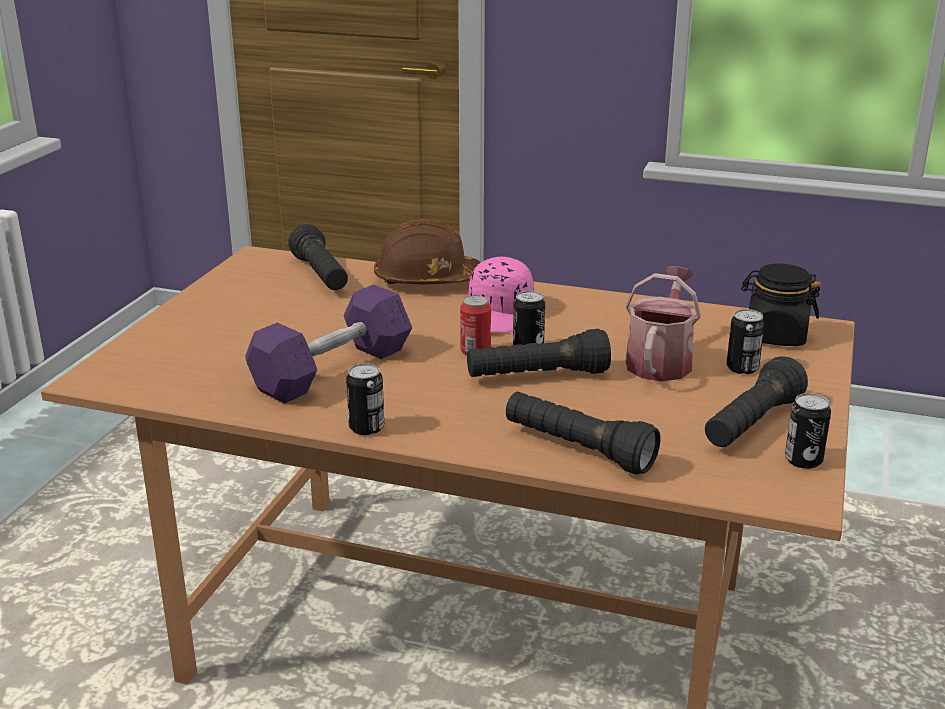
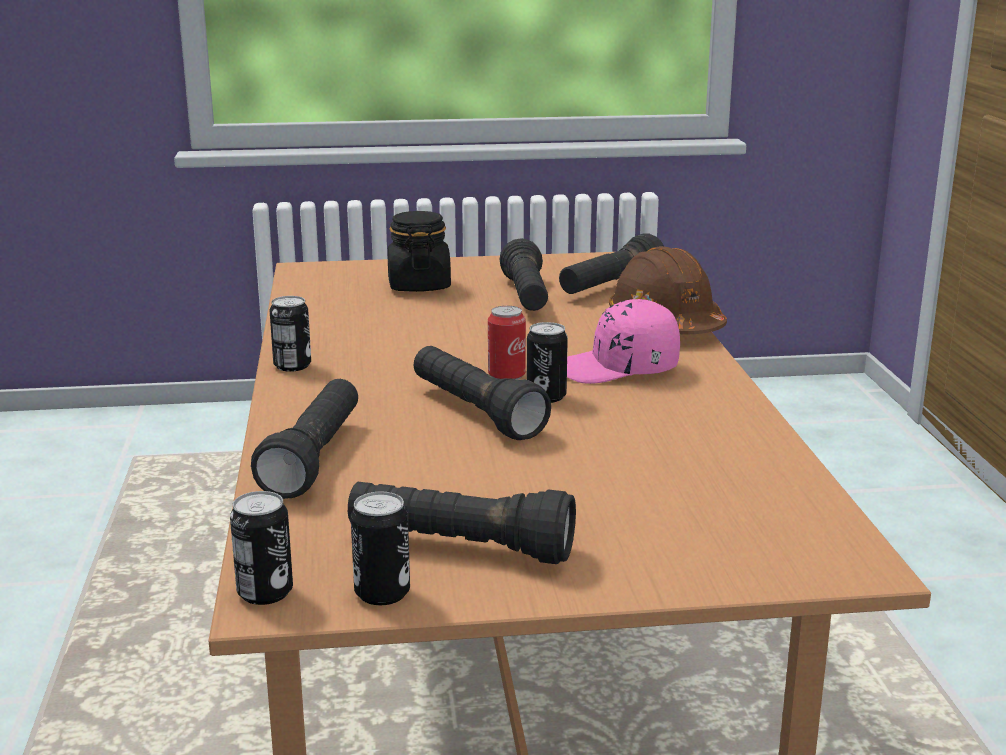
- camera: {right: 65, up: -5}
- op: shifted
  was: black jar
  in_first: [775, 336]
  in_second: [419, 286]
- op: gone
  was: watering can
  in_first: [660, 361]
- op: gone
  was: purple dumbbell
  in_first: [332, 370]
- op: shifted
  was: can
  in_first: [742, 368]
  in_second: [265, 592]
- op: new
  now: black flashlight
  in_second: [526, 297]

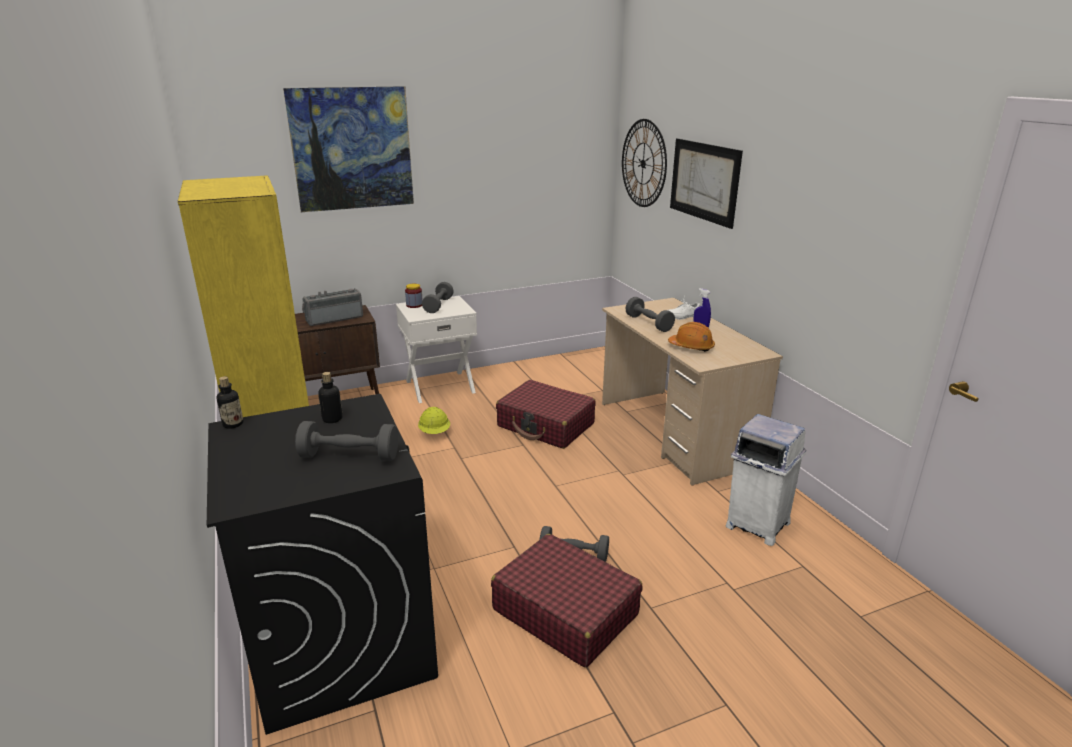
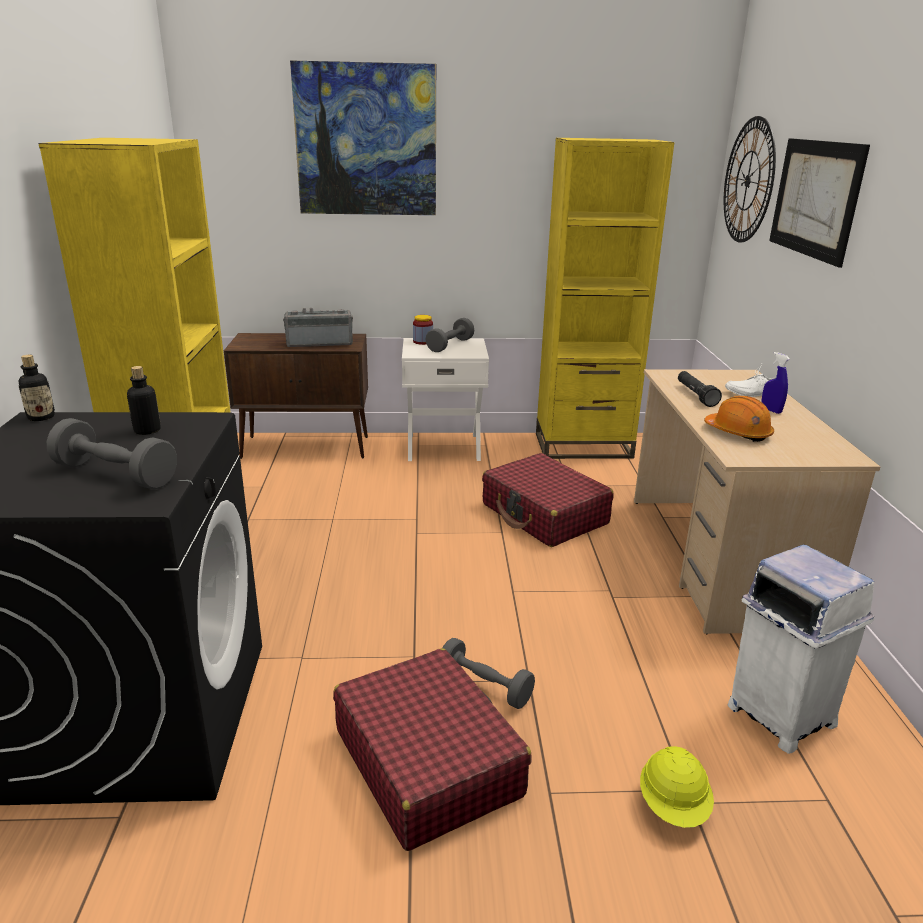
- camera: {right: 20, up: 0}
- op: swapped
  was: grey dumbbell
  now: black flashlight
  in_first: [648, 323]
  in_second: [695, 395]
- op: shifted
  was: yellow hard hat
  in_first: [435, 433]
  in_second: [673, 806]
- op: new
  now: yellow bookcase
  in_second: [583, 446]

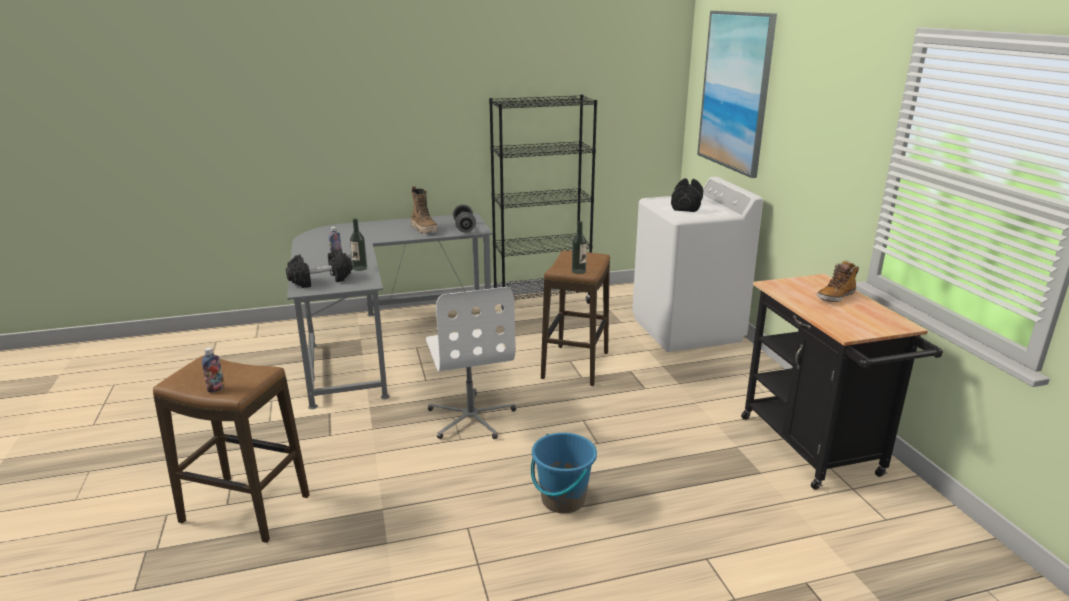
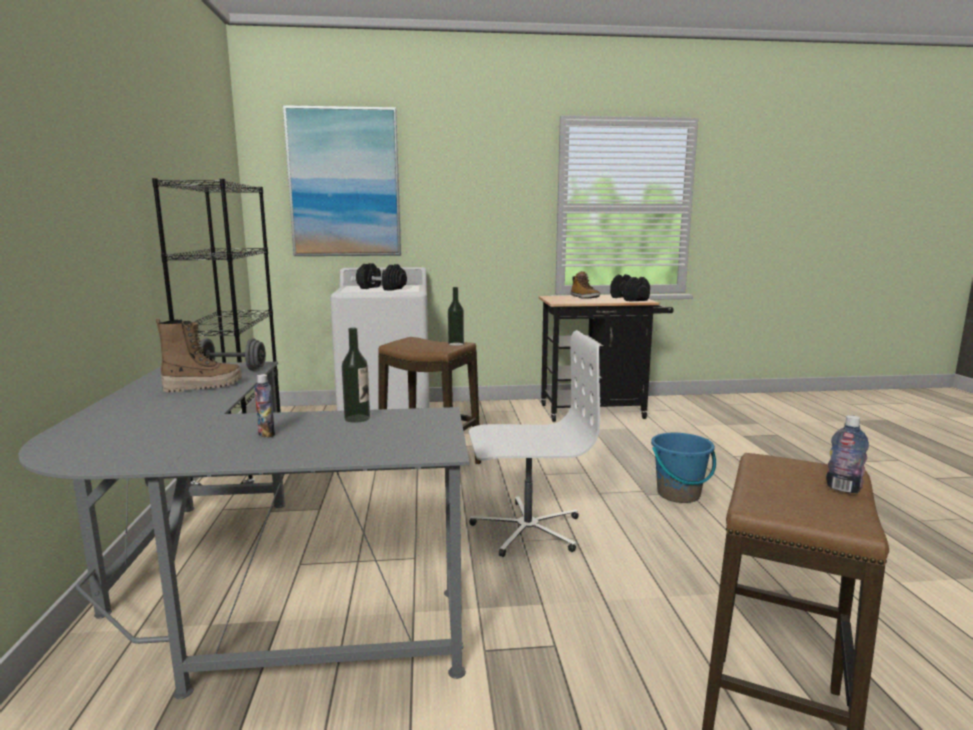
- camera: {right: -80, up: -10}
- op: shifted
  was: black dumbbell
  in_first: [321, 280]
  in_second: [628, 299]

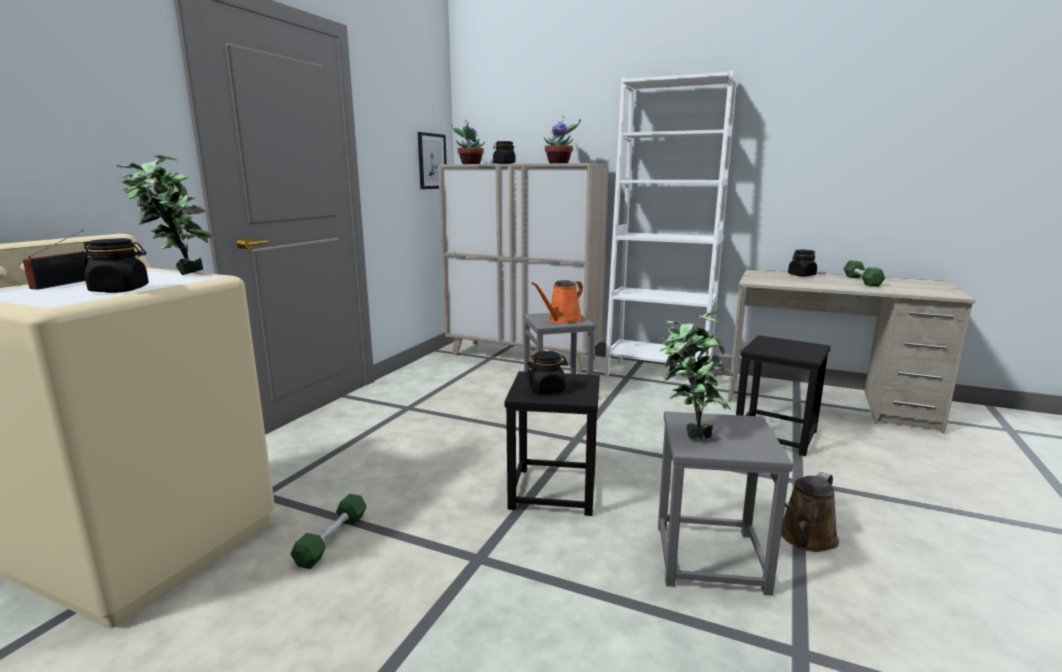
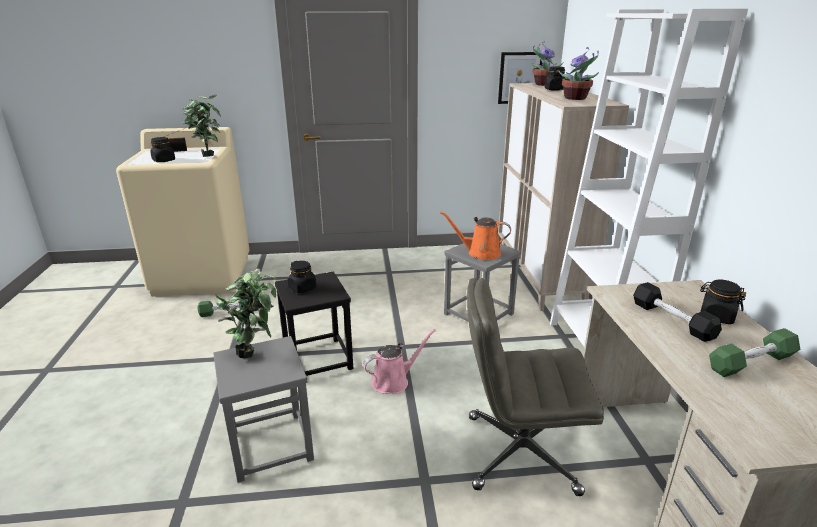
- camera: {right: 60, up: 10}
- op: swapped
  was: black stool
  now: grey office chair
  in_first: [775, 435]
  in_second: [519, 453]
- op: gone
  was: brown watering can
  in_first: [805, 538]
- op: new
  now: black dumbbell
  in_second: [672, 320]
- op: new
  now: pink watering can
  in_second: [393, 381]

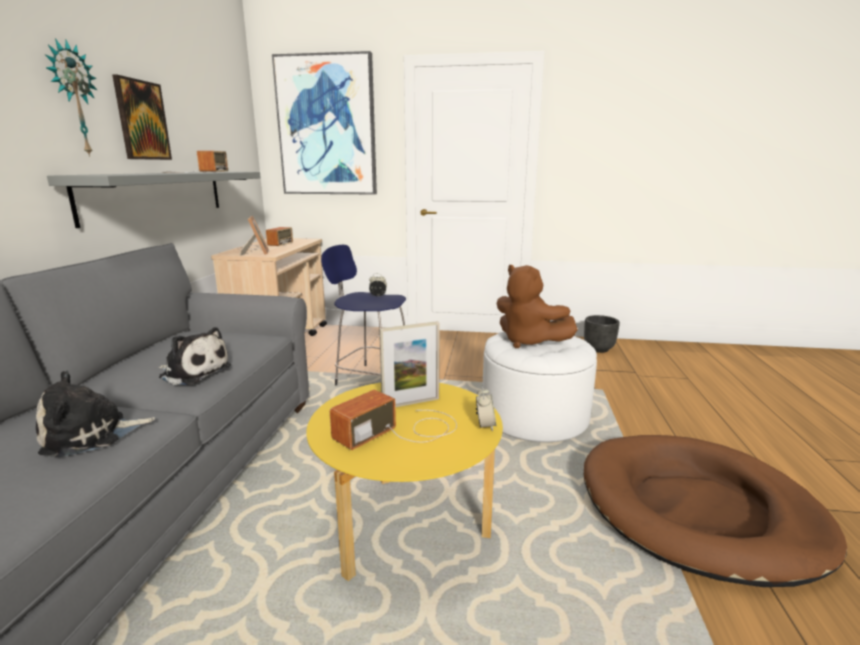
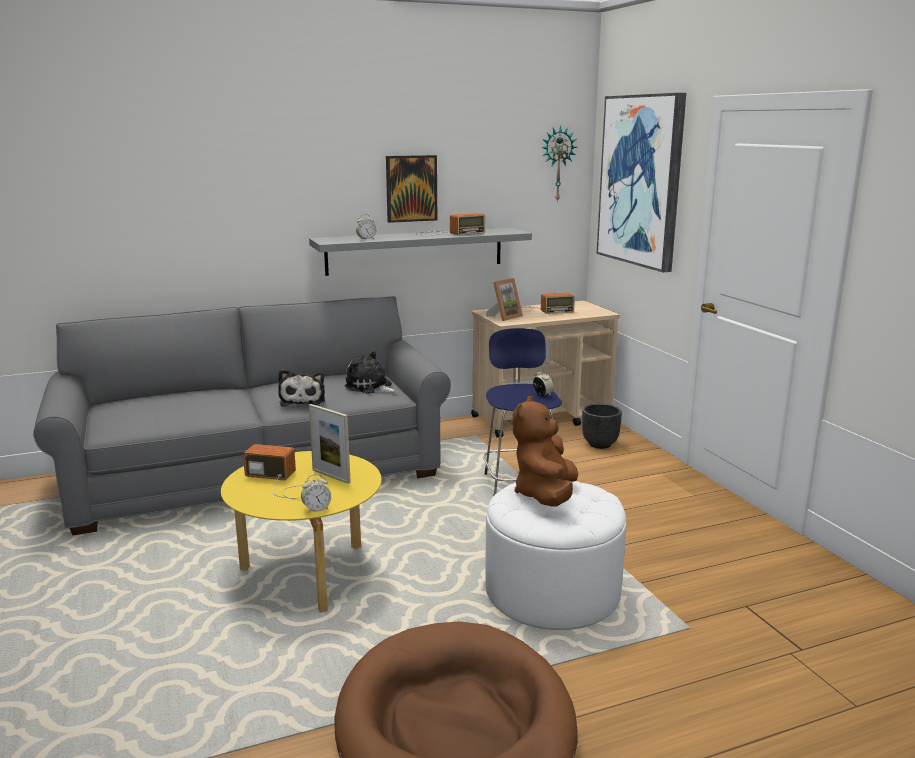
- camera: {right: 60, up: 0}
- op: shifted
  was: wall clock
  in_first: [73, 99]
  in_second: [557, 164]
- op: shifted
  was: black planter
  in_first: [598, 349]
  in_second: [600, 444]
- op: shifted
  was: plush toy
  in_first: [91, 435]
  in_second: [370, 387]
- op: new
  now: alarm clock
  in_second: [366, 239]

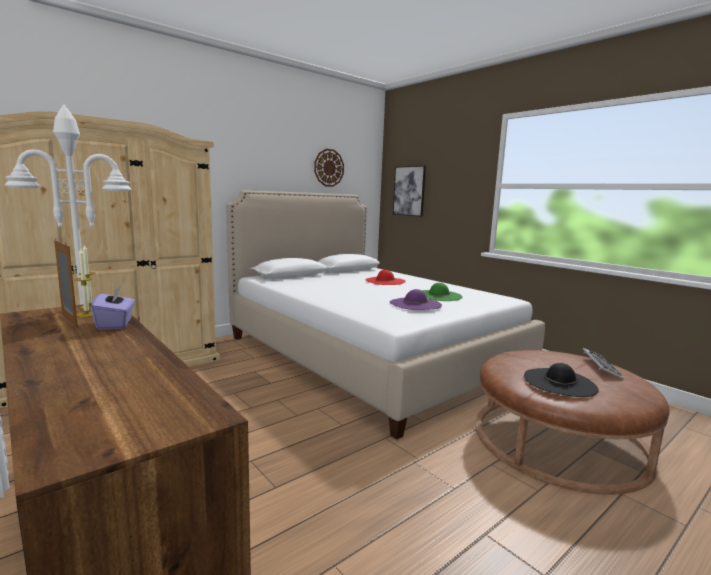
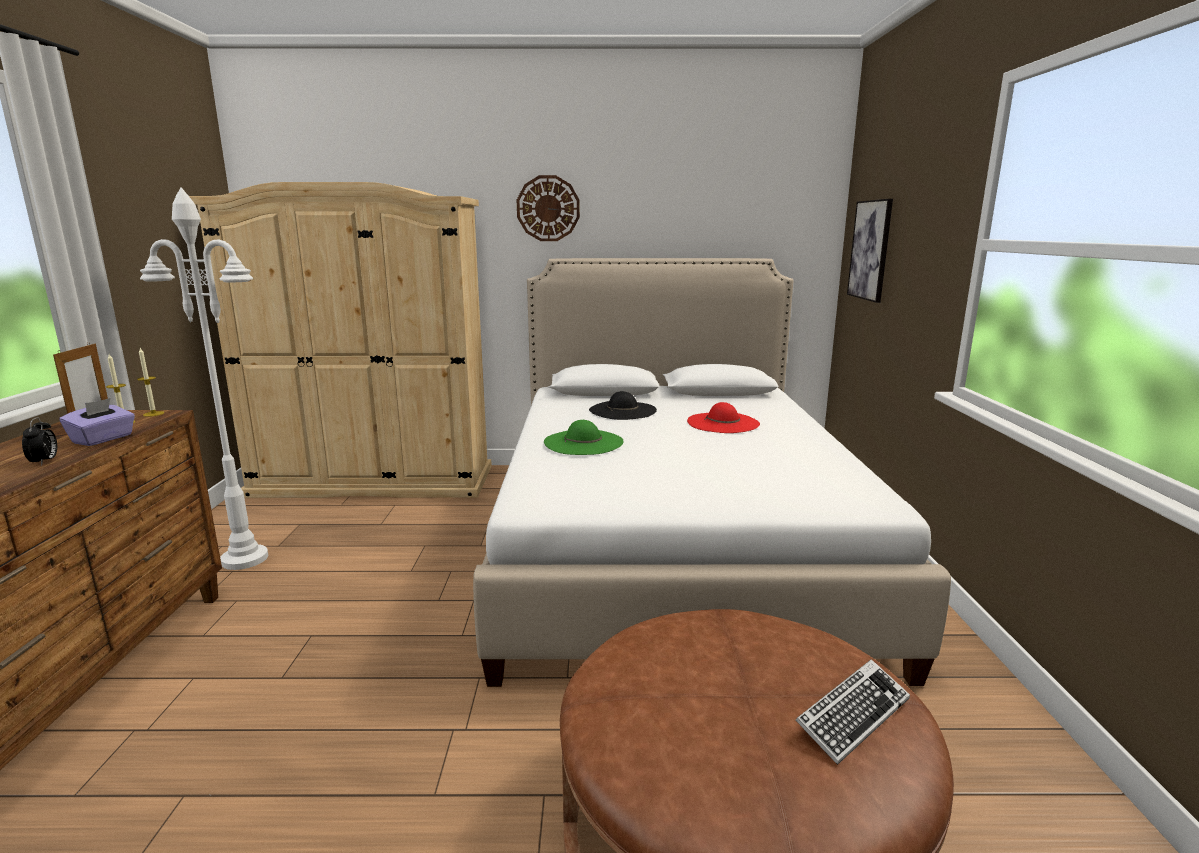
- camera: {right: 40, up: 5}
- op: shifted
  was: wall clock
  in_first: [329, 168]
  in_second: [548, 208]
- op: shifted
  was: green hat
  in_first: [438, 295]
  in_second: [583, 442]
- op: gone
  was: purple hat
  in_first: [415, 304]
- op: shifted
  was: black hat
  in_first: [559, 382]
  in_second: [622, 410]
- op: new
  now: alarm clock
  in_second: [44, 462]

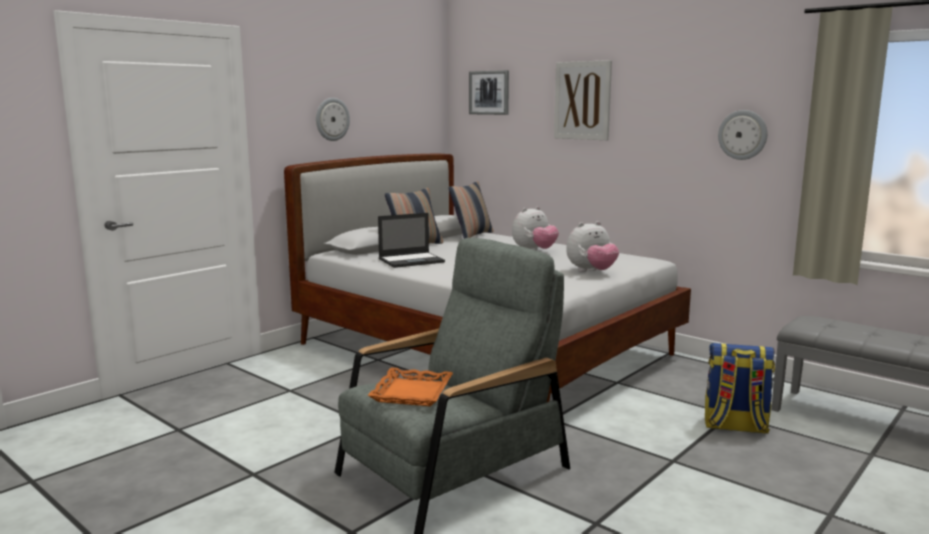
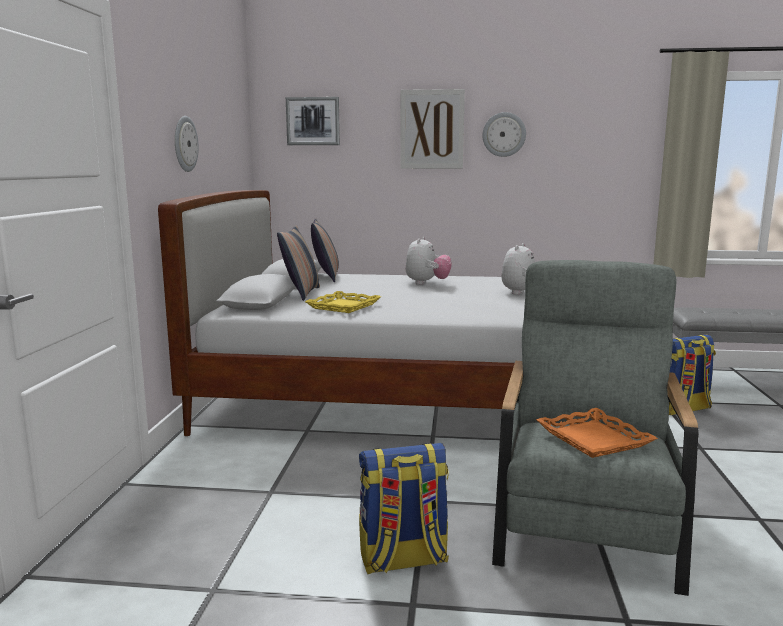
- camera: {right: -35, up: 0}
- op: shifted
  was: wall clock
  in_first: [742, 135]
  in_second: [504, 134]
- op: swapped
  was: laptop
  now: yellow tray
  in_first: [412, 260]
  in_second: [343, 306]
- op: new
  now: backpack
  in_second: [402, 560]

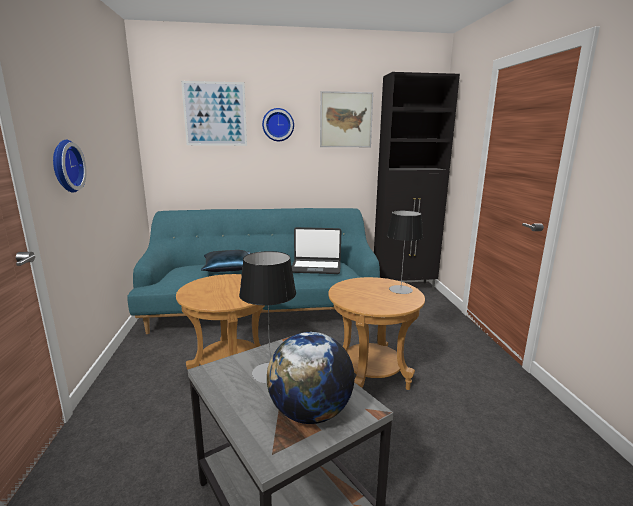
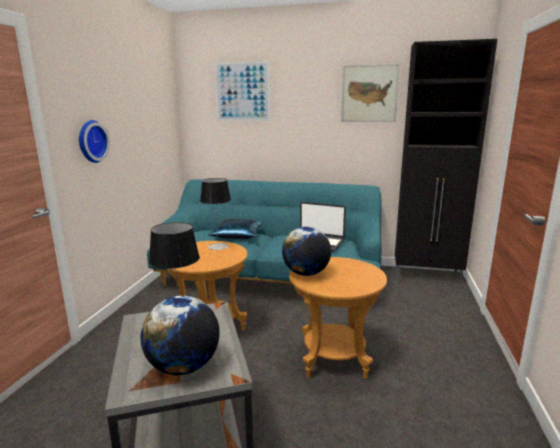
- camera: {right: 20, up: 0}
- op: gone
  was: wall clock
  in_first: [278, 125]
- op: shifted
  was: table lamp
  in_first: [400, 289]
  in_second: [218, 246]
- op: new
  now: globe
  in_second: [306, 273]

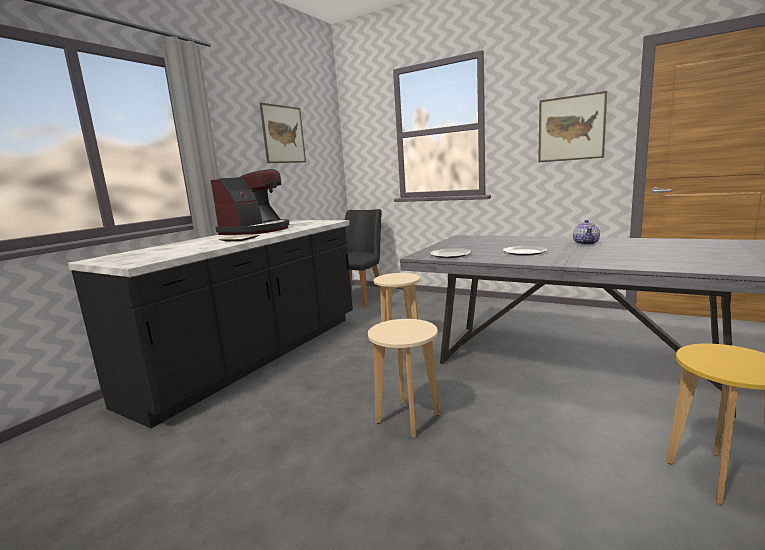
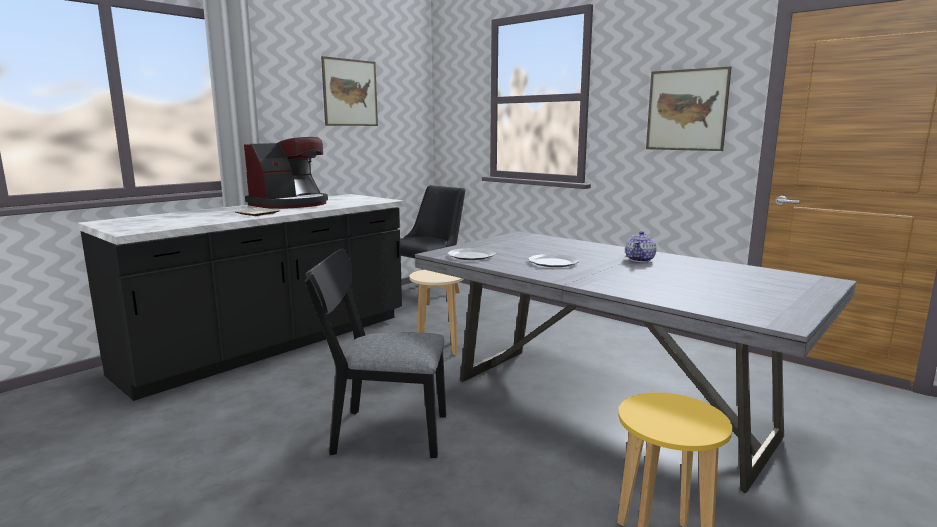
- camera: {right: 10, up: 0}
- op: swapped
  was: beige stool
  now: black chair
  in_first: [407, 418]
  in_second: [381, 432]

